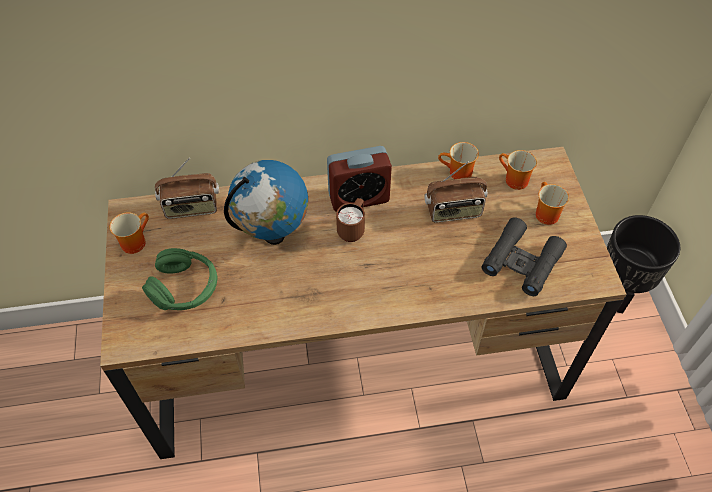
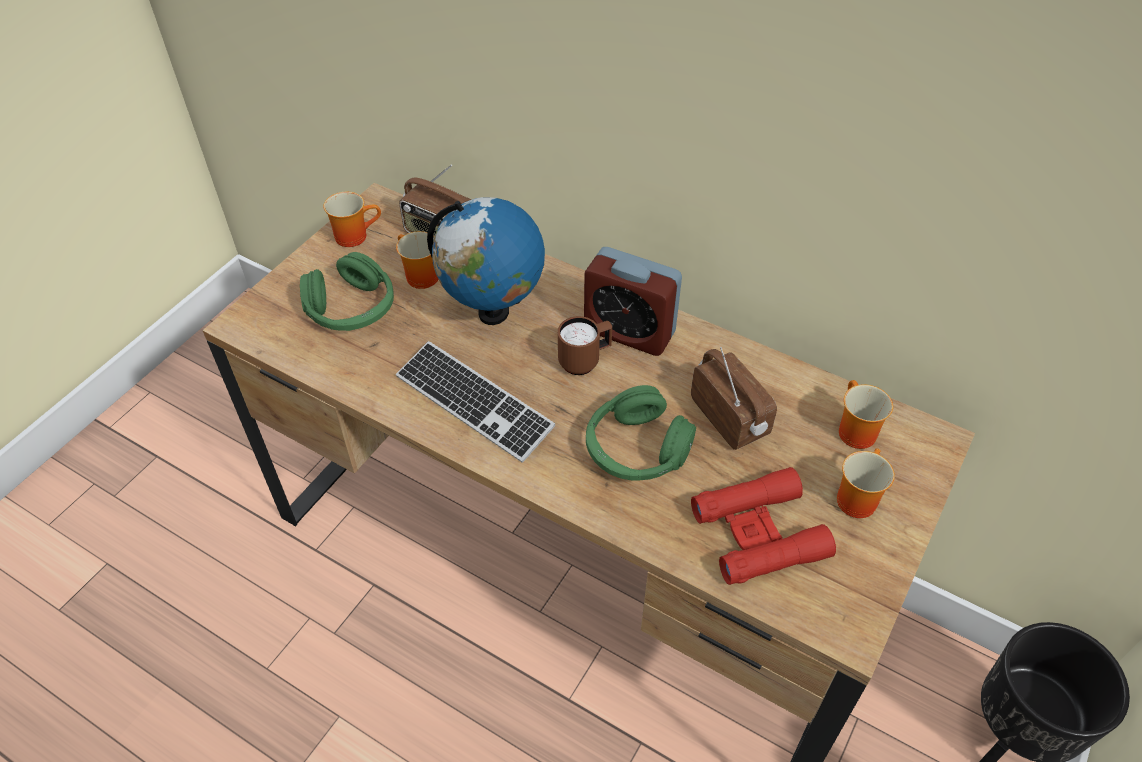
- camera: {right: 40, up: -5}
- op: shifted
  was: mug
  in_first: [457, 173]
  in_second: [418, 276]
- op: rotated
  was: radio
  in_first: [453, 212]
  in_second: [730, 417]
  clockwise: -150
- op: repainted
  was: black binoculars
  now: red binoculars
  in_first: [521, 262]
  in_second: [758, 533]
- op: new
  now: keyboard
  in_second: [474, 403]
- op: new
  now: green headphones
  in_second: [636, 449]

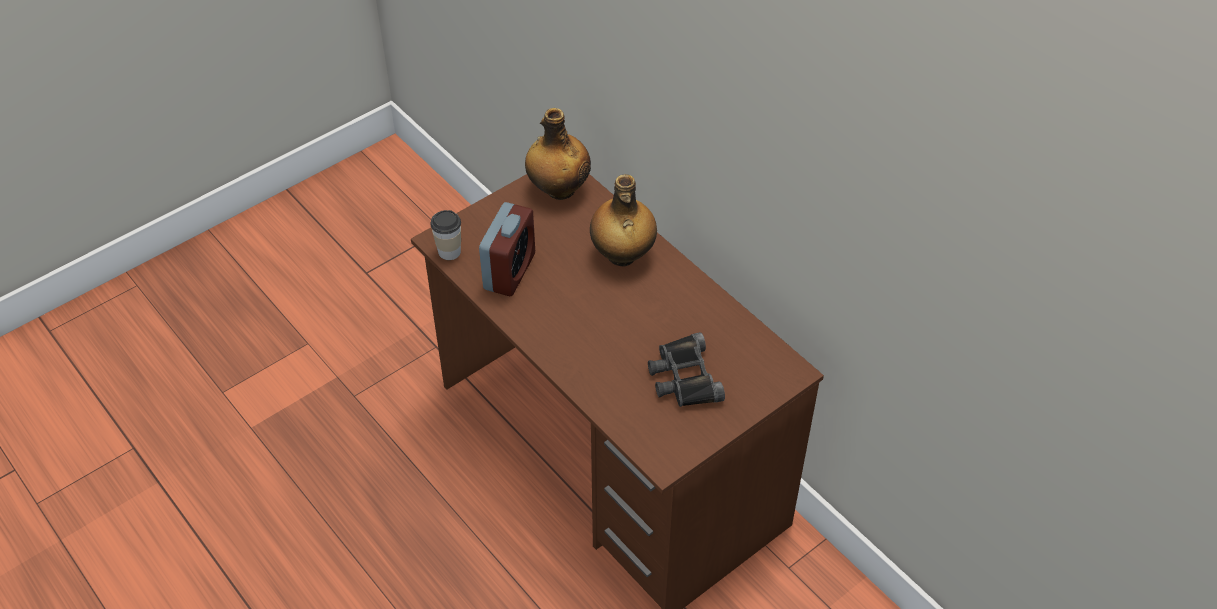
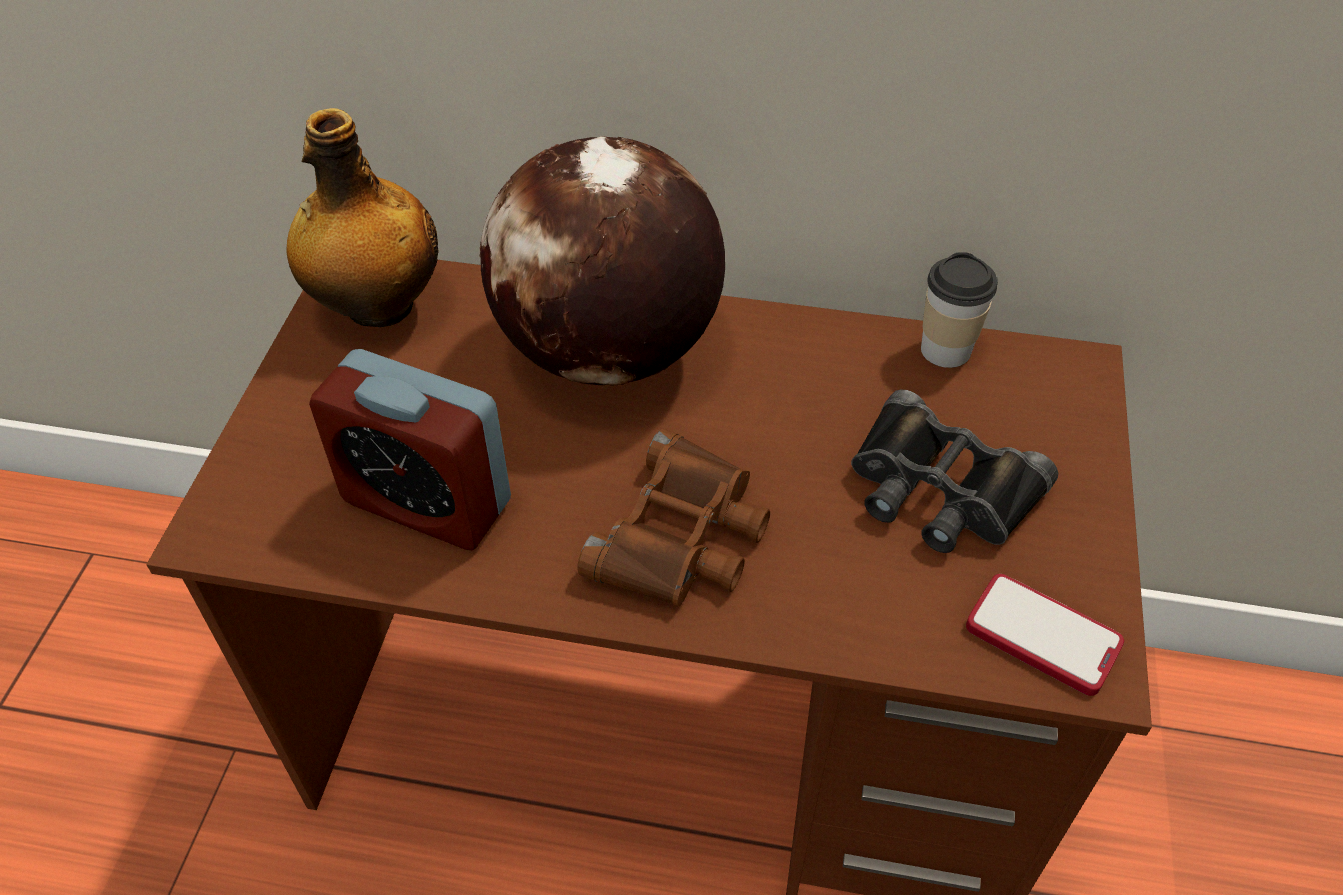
- camera: {right: -40, up: 0}
- op: swapped
  was: bottle
  now: globe
  in_first: [622, 256]
  in_second: [607, 352]
- op: rotated
  was: alarm clock
  in_first: [509, 271]
  in_second: [427, 502]
  clockwise: 135
- op: shifted
  was: cup
  in_first: [449, 251]
  in_second: [945, 350]
- op: new
  now: brown binoculars
  in_second: [682, 535]
- op: new
  now: phone
  in_second: [1042, 636]

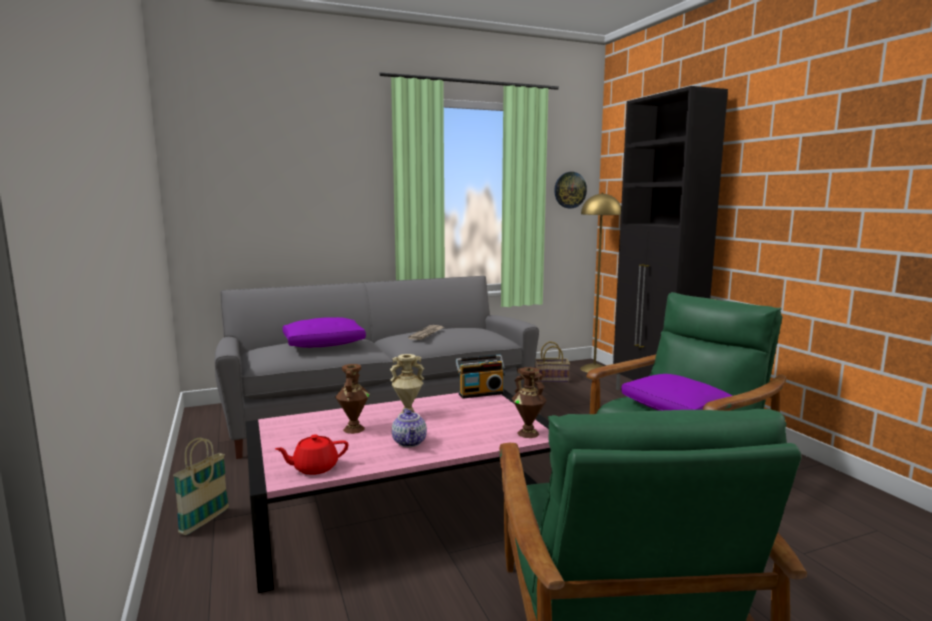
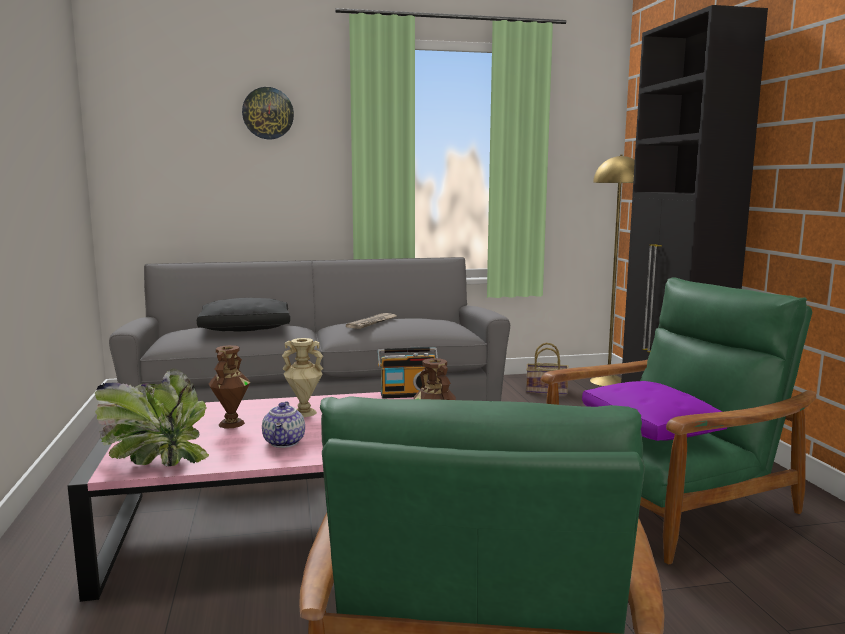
- camera: {right: 10, up: 0}
- op: shifted
  was: wall clock
  in_first: [570, 190]
  in_second: [268, 113]
- op: repainted
  was: purple pillow
  now: black pillow
  in_first: [325, 344]
  in_second: [246, 328]
- op: swapped
  was: red teapot
  now: potted plant
  in_first: [314, 468]
  in_second: [157, 462]
- op: gone
  was: basket
  in_first: [205, 521]

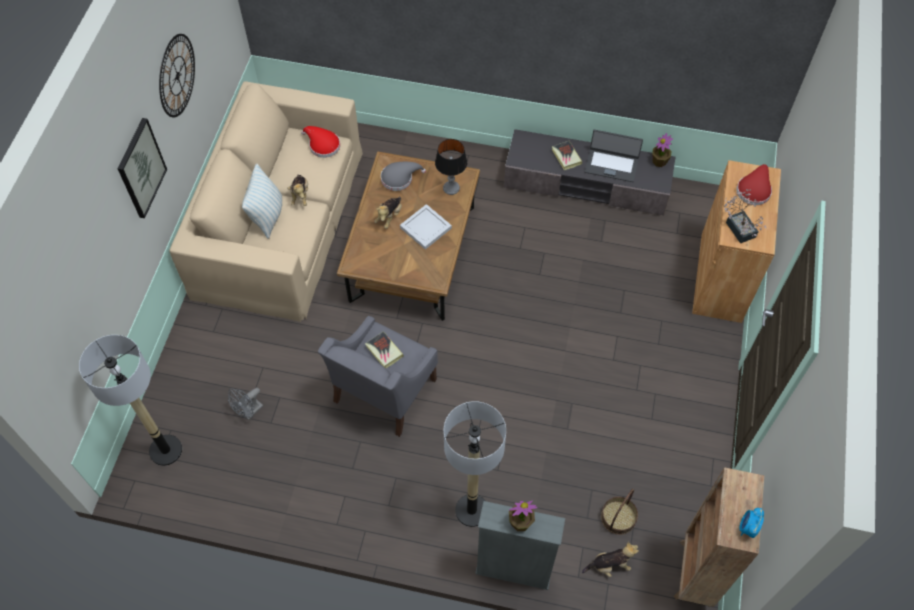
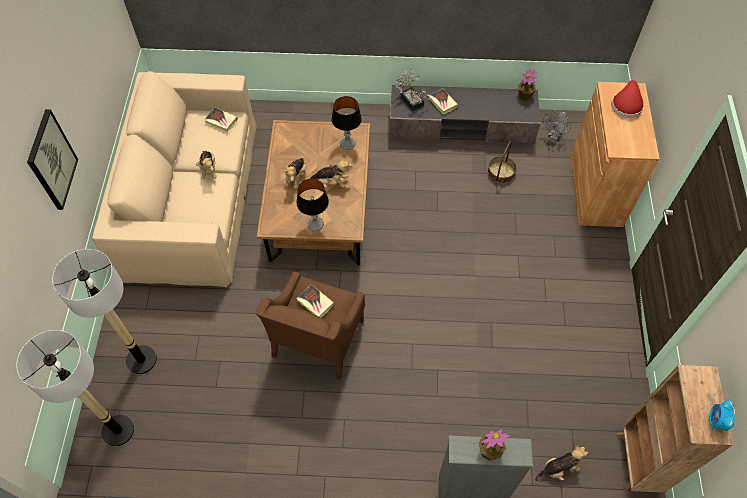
- camera: {right: -10, up: 0}
- op: gone
  was: wall clock
  in_first: [177, 75]
- op: swapped
  was: red hat
  now: book
  in_first: [322, 145]
  in_second: [221, 121]
- op: gone
  was: laptop
  in_first: [611, 165]
- op: gone
  was: grey hat
  in_first: [399, 178]
- op: gone
  was: pillow
  in_first: [267, 216]
- op: shifted
  was: potted plant
  in_first: [739, 226]
  in_second: [410, 99]
- op: swapped
  was: white tray
  now: plush toy
  in_first: [425, 228]
  in_second: [330, 182]
- op: repainted
  was: grey armchair
  now: brown armchair
  in_first: [384, 391]
  in_second: [317, 339]
- op: shifted
  was: grey fan
  in_first: [249, 412]
  in_second: [554, 135]
- op: shifted
  was: floor lamp
  in_first: [471, 510]
  in_second: [141, 360]
- op: shifted
  was: basket
  in_first: [618, 517]
  in_second: [501, 172]
- op: new
  now: table lamp
  in_second: [315, 224]

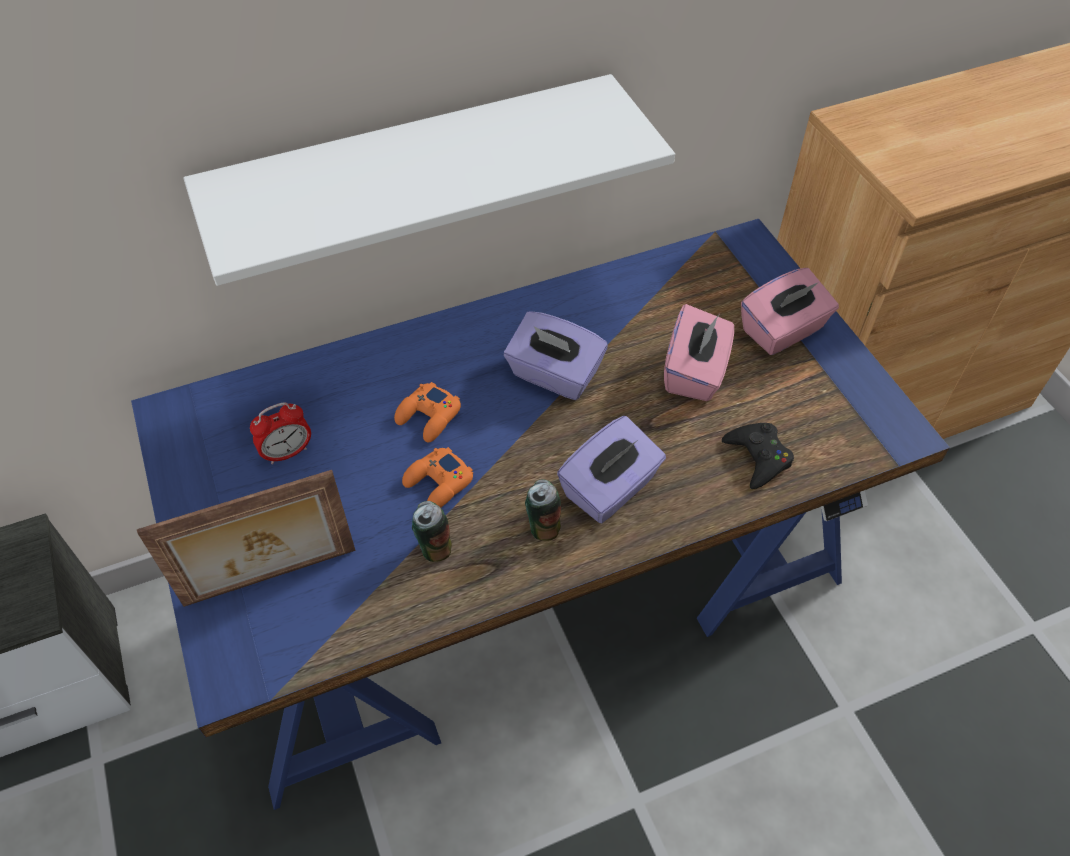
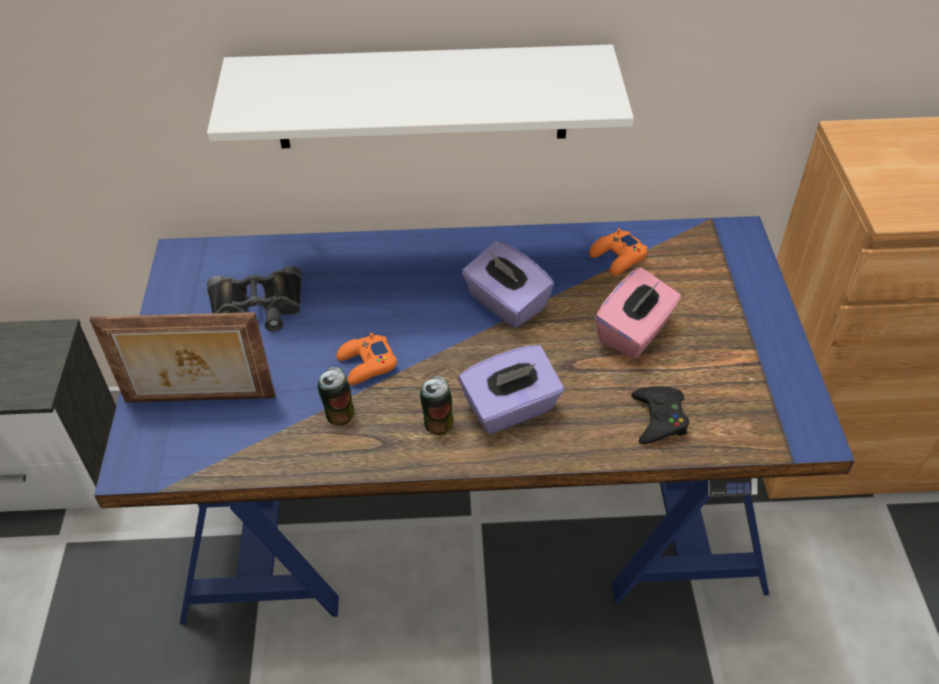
- camera: {right: 20, up: -5}
- op: gone
  was: pink tissue box
  in_first: [783, 331]
- op: shifted
  was: orange game controller
  in_first: [429, 417]
  in_second: [618, 257]
- op: swapped
  was: alarm clock
  now: black binoculars
  in_first: [287, 452]
  in_second: [257, 308]

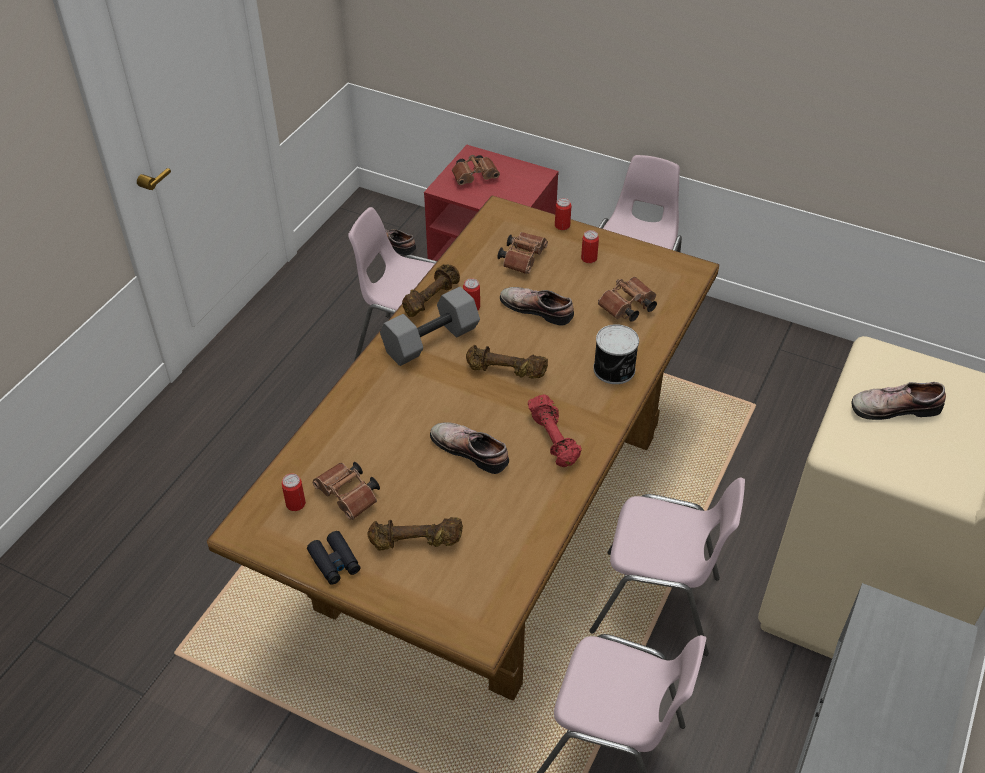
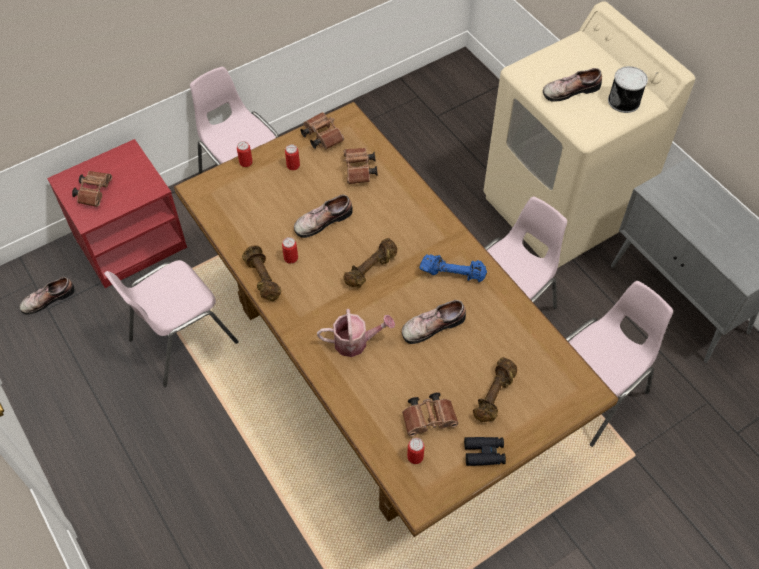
- camera: {right: -60, up: 10}
- op: shifted
  was: brown binoculars
  in_first: [523, 259]
  in_second: [321, 136]
- op: gone
  was: grey dumbbell
  in_first: [431, 339]
- op: shifted
  was: can
  in_first: [615, 370]
  in_second: [624, 101]
- op: rotated
  was: shoe
  in_first: [893, 406]
  in_second: [569, 89]
  clockwise: 45
- op: repainted
  was: red dumbbell
  now: blue dumbbell
  in_first: [554, 439]
  in_second: [452, 273]
- op: new
  now: watering can
  in_second: [355, 342]

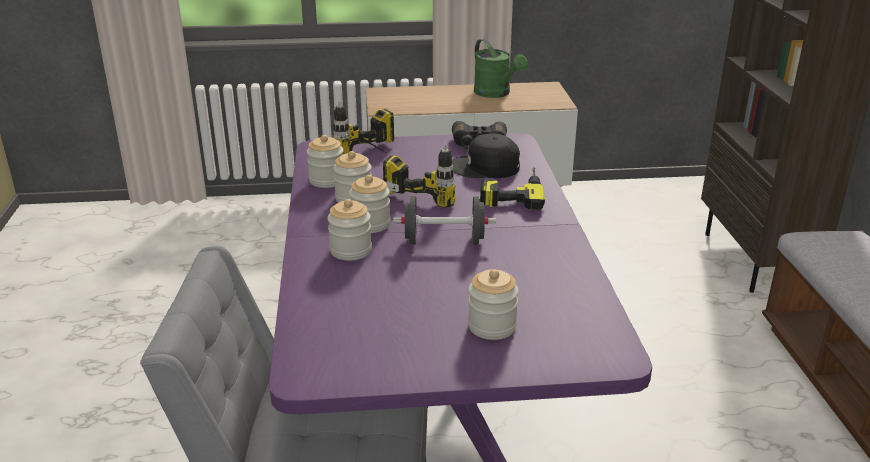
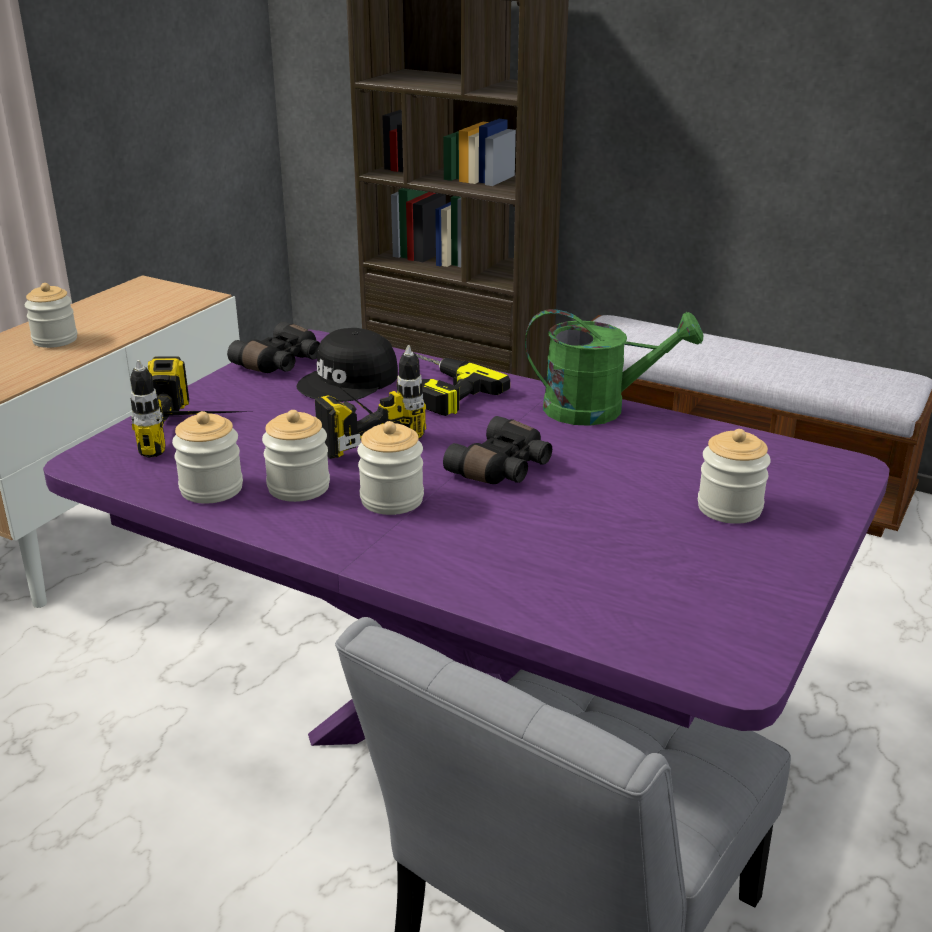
- camera: {right: -55, up: 0}
- op: shifted
  was: green watering can
  in_first: [496, 94]
  in_second: [599, 409]
- op: swapped
  was: black dumbbell
  now: black binoculars
  in_first: [444, 241]
  in_second: [503, 468]
- op: shifted
  was: jar
  in_first: [350, 250]
  in_second: [55, 340]

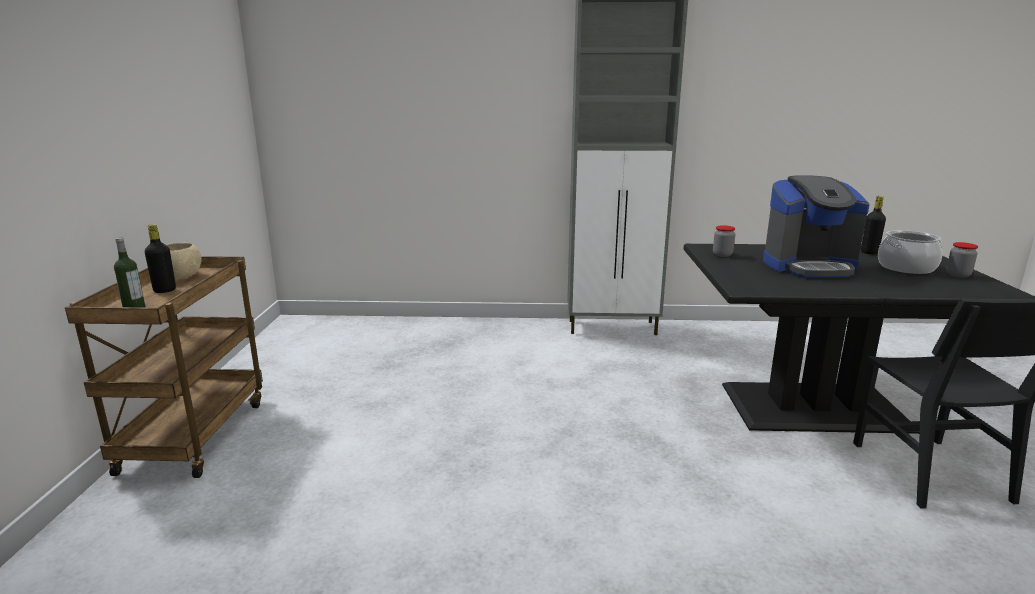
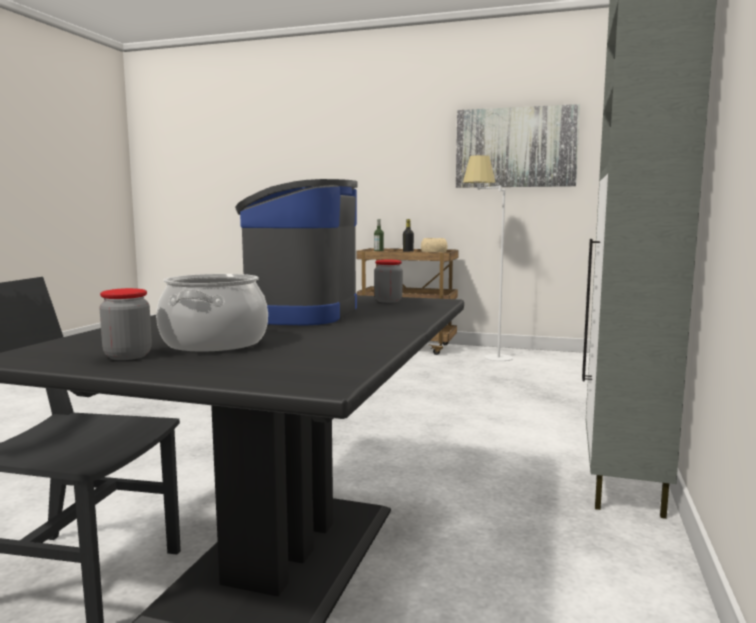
- camera: {right: 105, up: -10}
- op: gone
  was: black bottle
  in_first: [869, 252]
- op: new
  now: picture
  in_second: [515, 147]
- op: new
  now: white floor lamp
  in_second: [485, 357]

